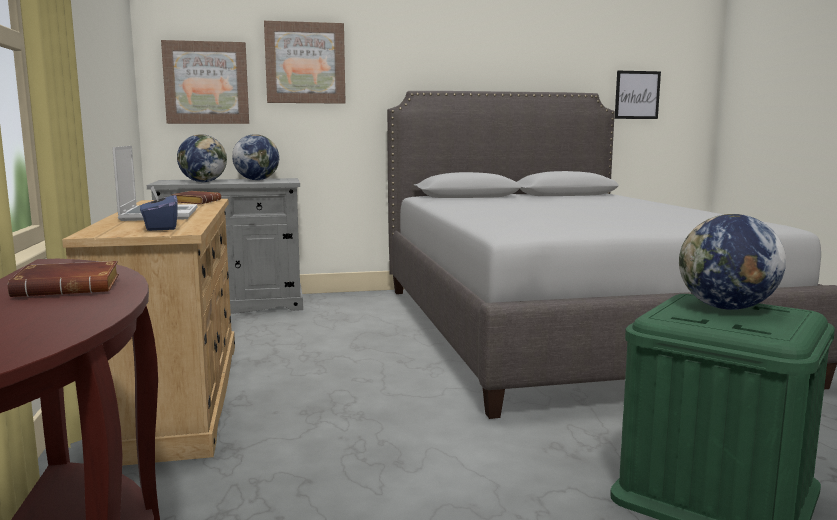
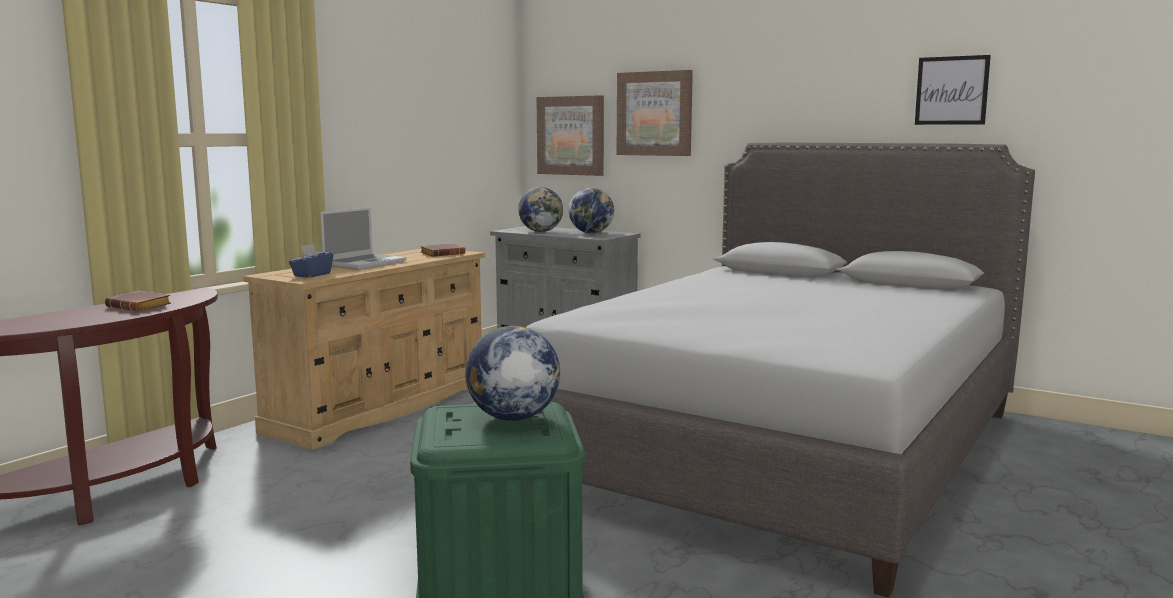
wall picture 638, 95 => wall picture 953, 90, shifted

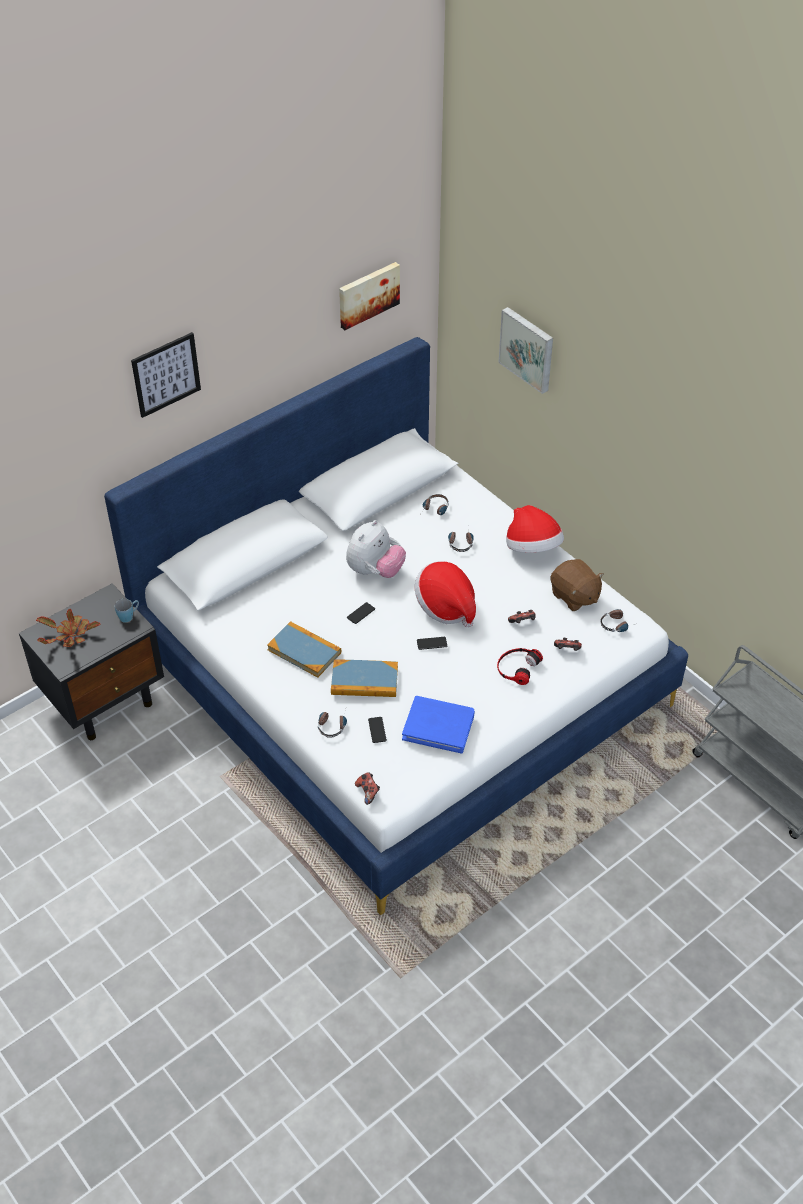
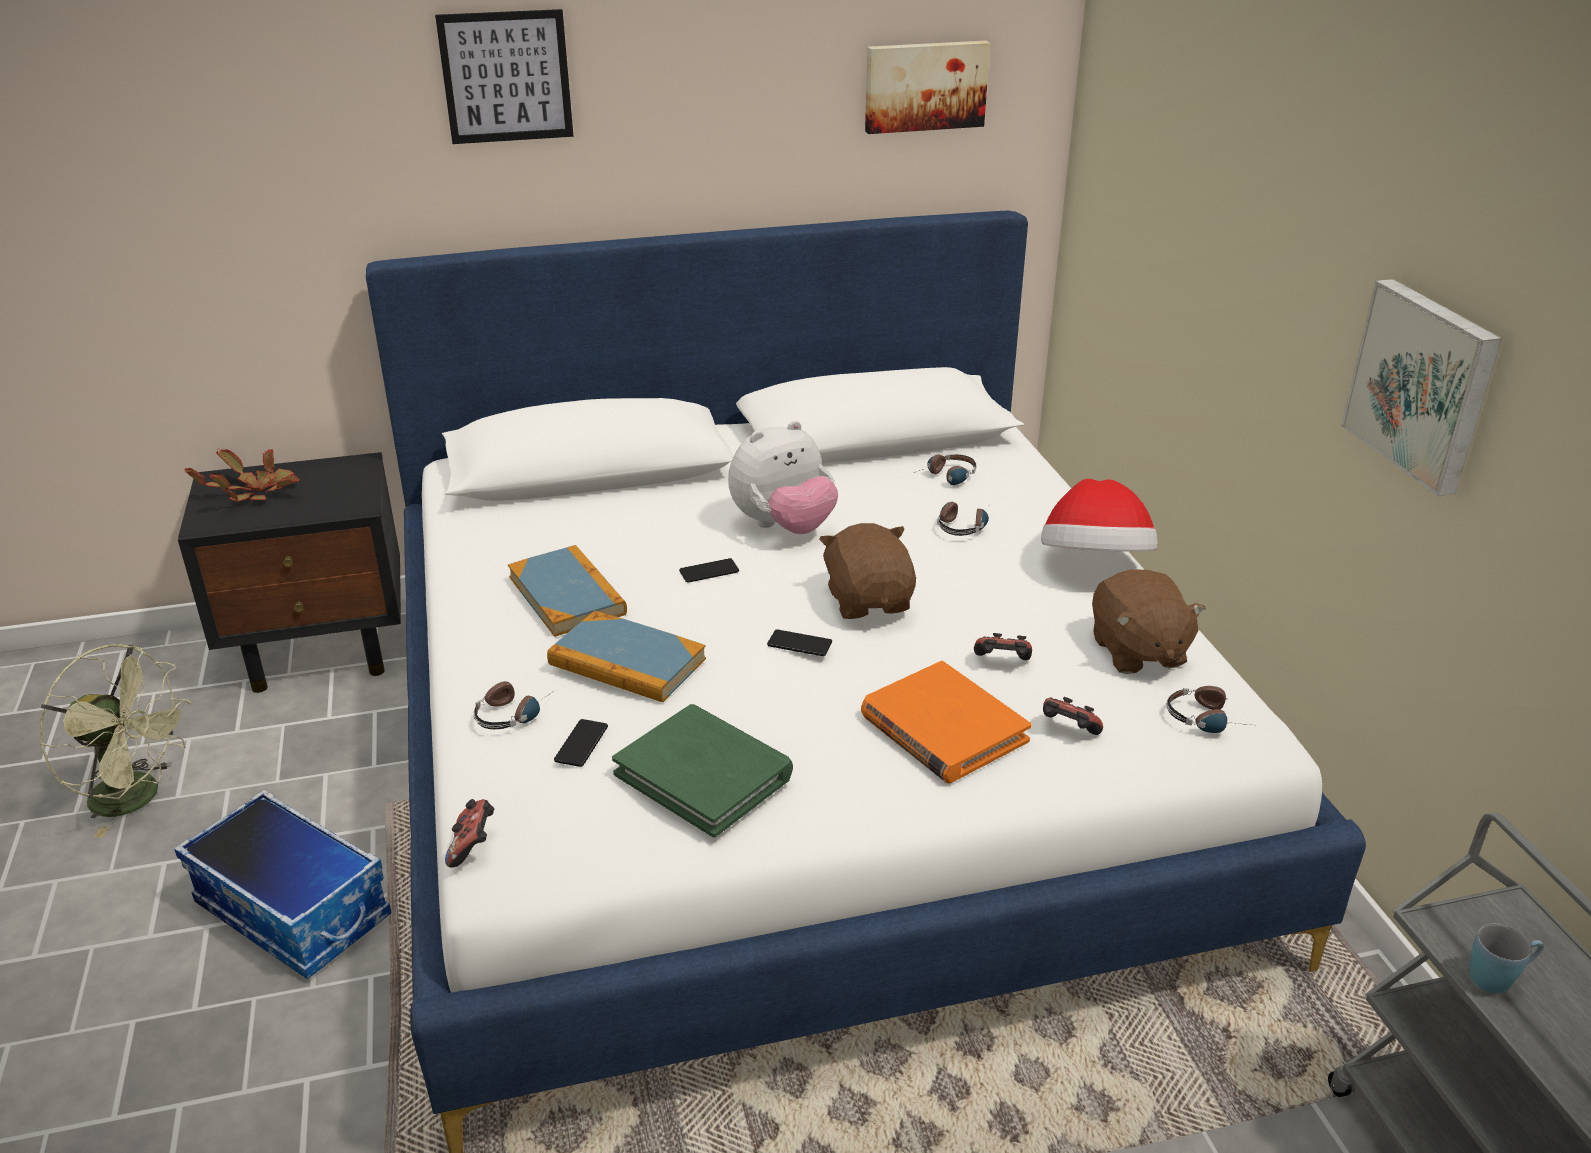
nothing => greenish cooling fan 116, 741
nothing => storage bin 282, 884
blue volume 438, 725 => greenish volume 702, 771
wearable hat 445, 594 => brown-coloured plush toy 867, 571
pair of headphones 520, 666 => orangey volume 946, 722
wall picture 526, 350 => wall picture 1421, 387, shifted
blue tea mug 127, 611 => blue tea mug 1507, 959, shifted

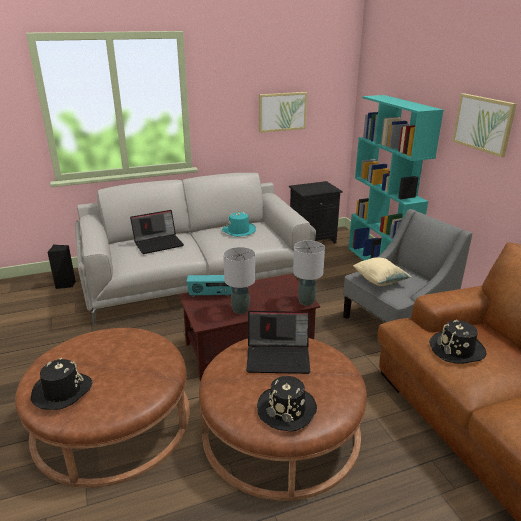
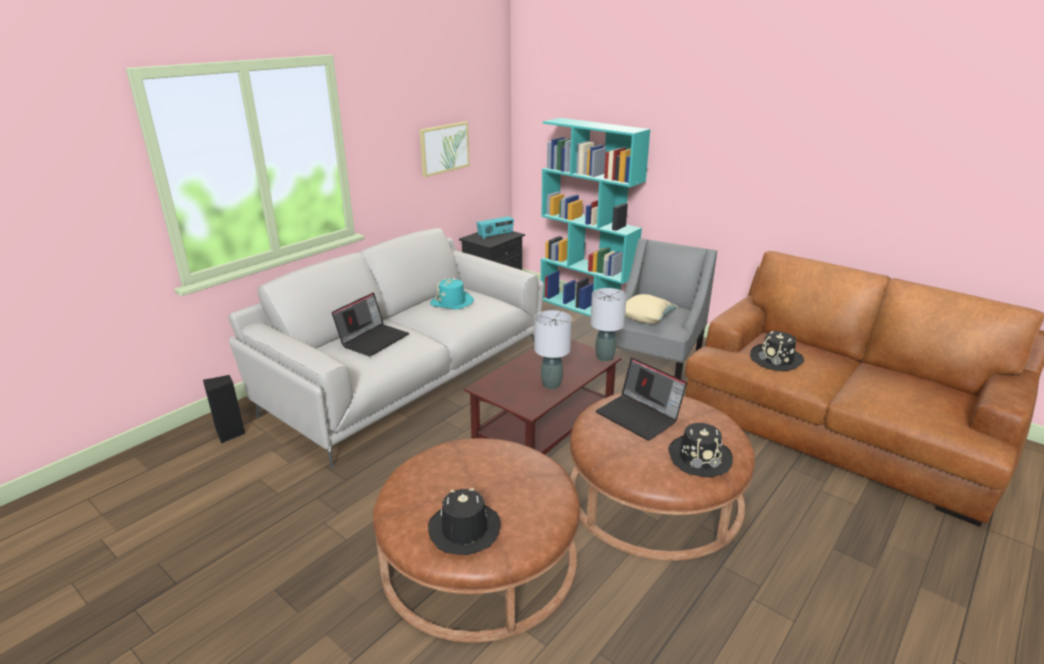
radio set 209, 286 => radio set 495, 227, shifted
notebook computer 278, 342 => notebook computer 641, 399, 75 degrees clockwise
wall picture 484, 125 => nothing

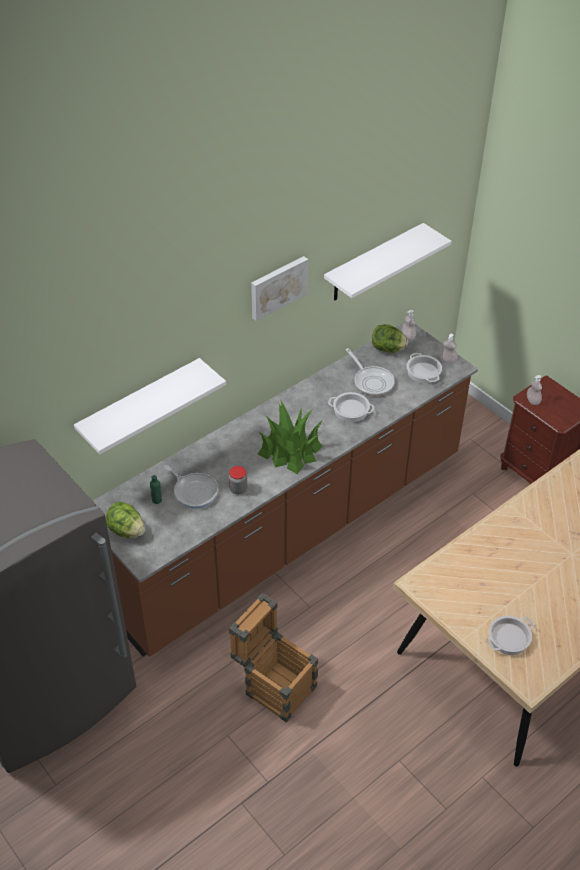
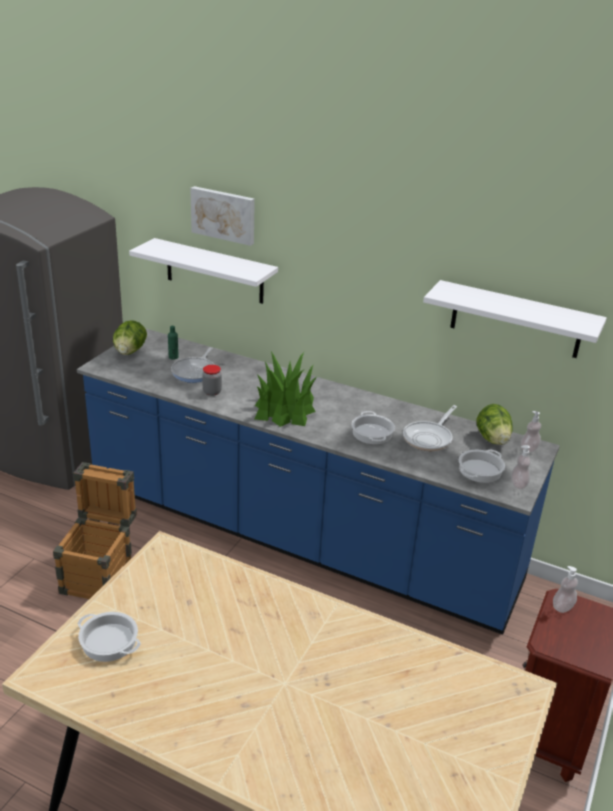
brown-coloured counter 285, 489 => blue counter 318, 481
wall picture 279, 288 => wall picture 222, 216, shifted

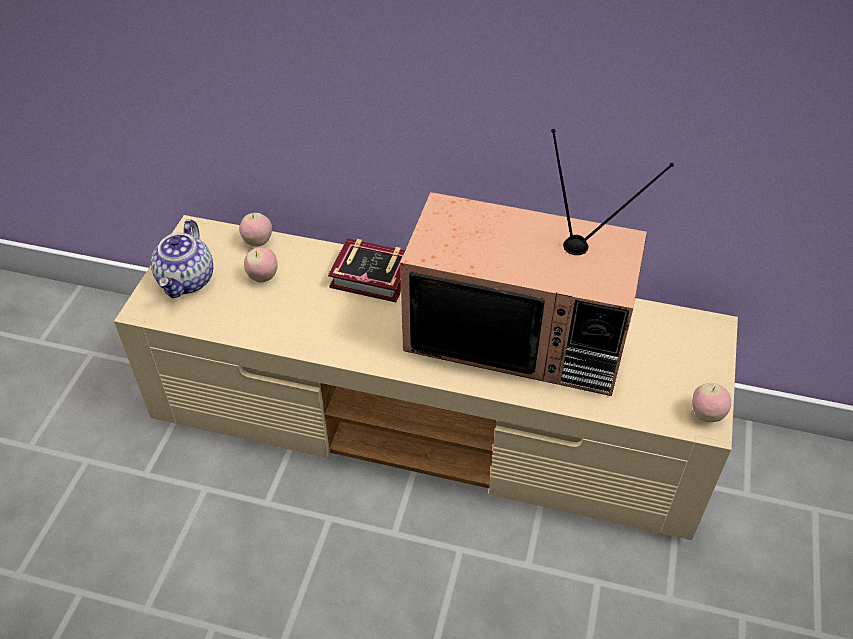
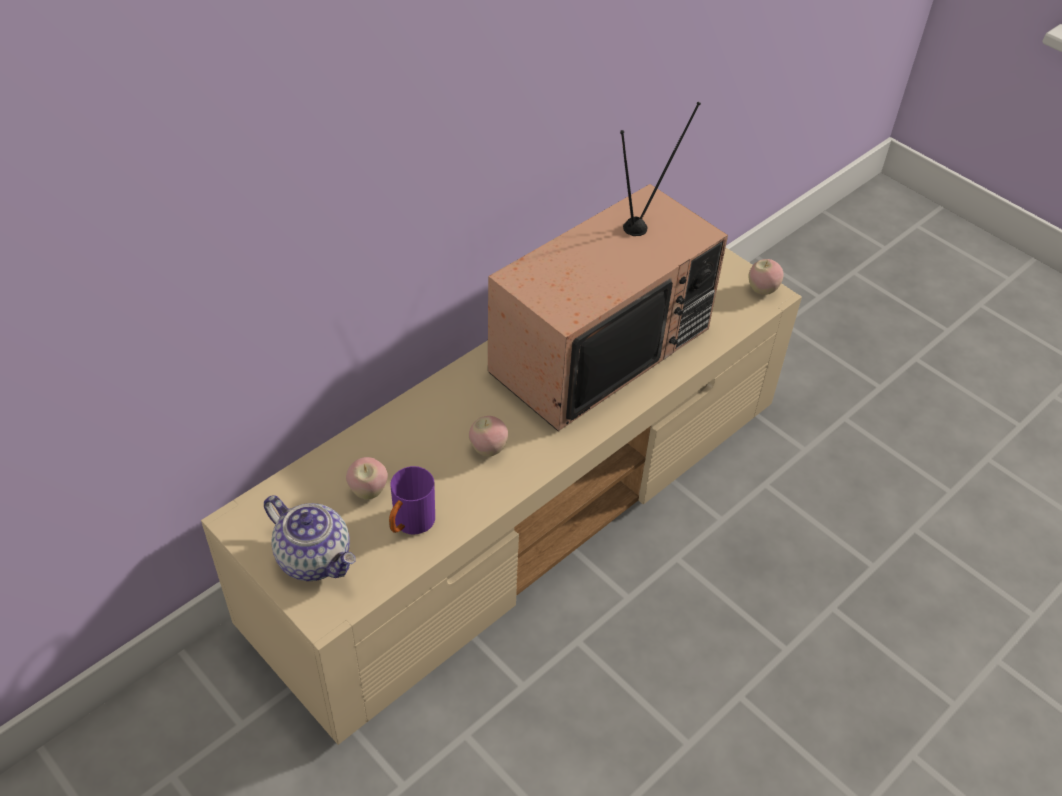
nothing => purple tea mug 412, 500
apple fruit 255, 230 => apple fruit 488, 436, shifted
volume 366, 270 => nothing

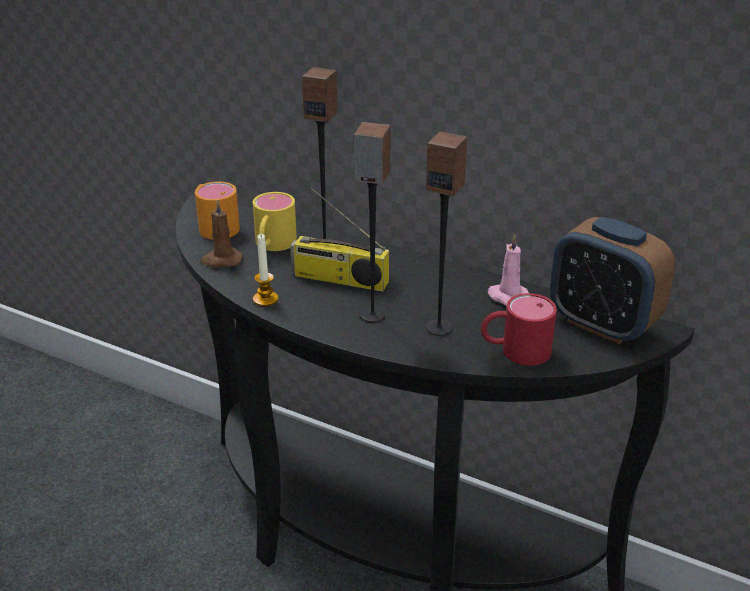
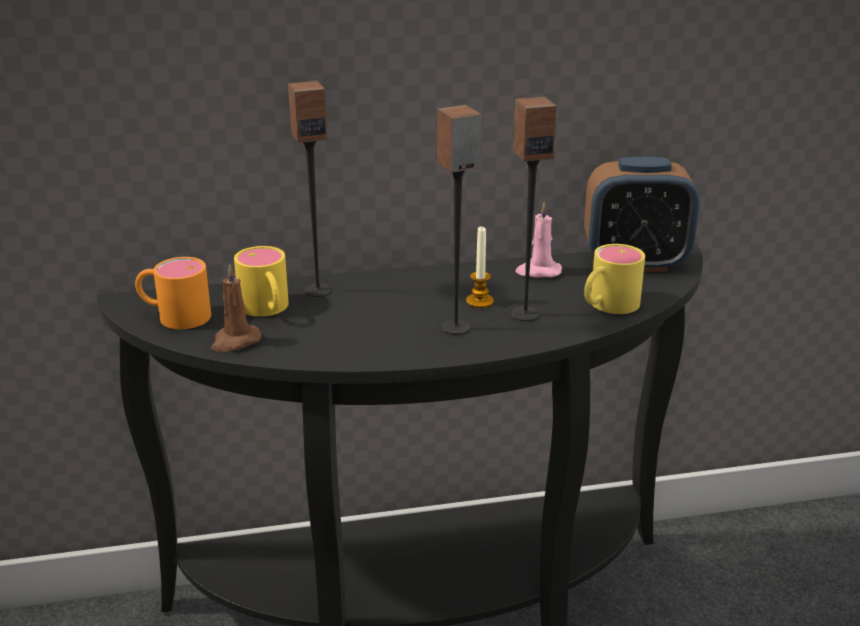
candle 265, 270 => candle 480, 267, shifted
reddish tea mug 519, 329 => yellow-coloured tea mug 614, 279
radio set 339, 239 => nothing

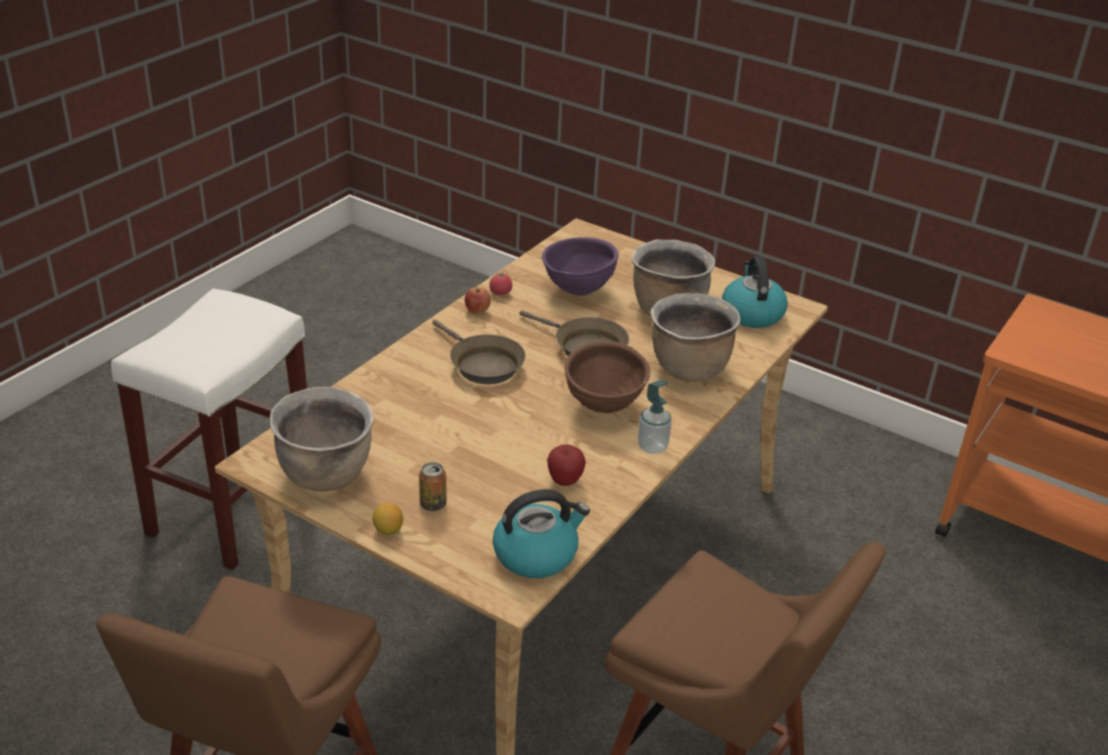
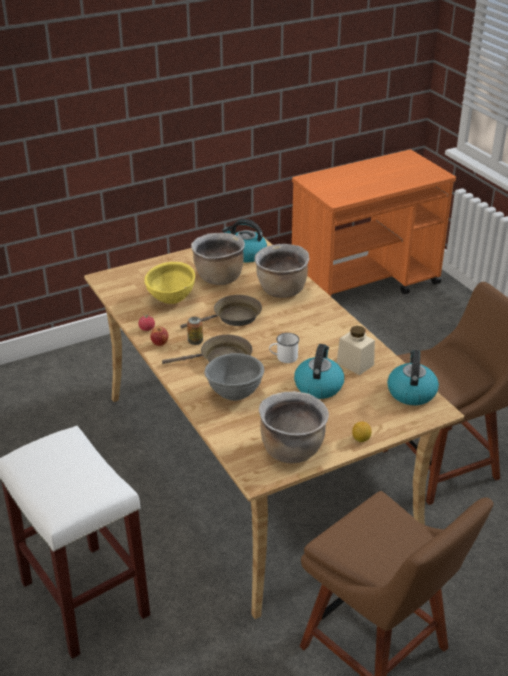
purple bowl 580, 266 => yellow-coloured bowl 169, 283
can 433, 486 => can 195, 331, shifted
nothing => greyish bowl 234, 377
nothing => white tea mug 284, 348
nothing => tea kettle 319, 371
apple fruit 566, 465 => sand-coloured jar 356, 350
brown-coloured bowl 607, 377 => nothing
soap bottle 655, 417 => nothing

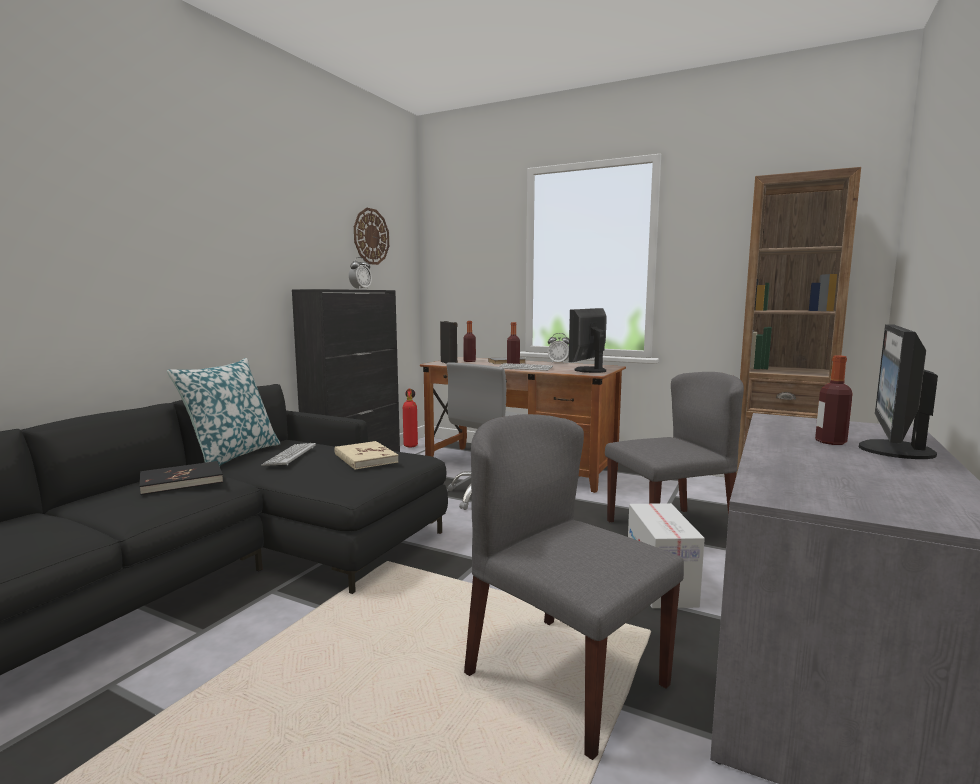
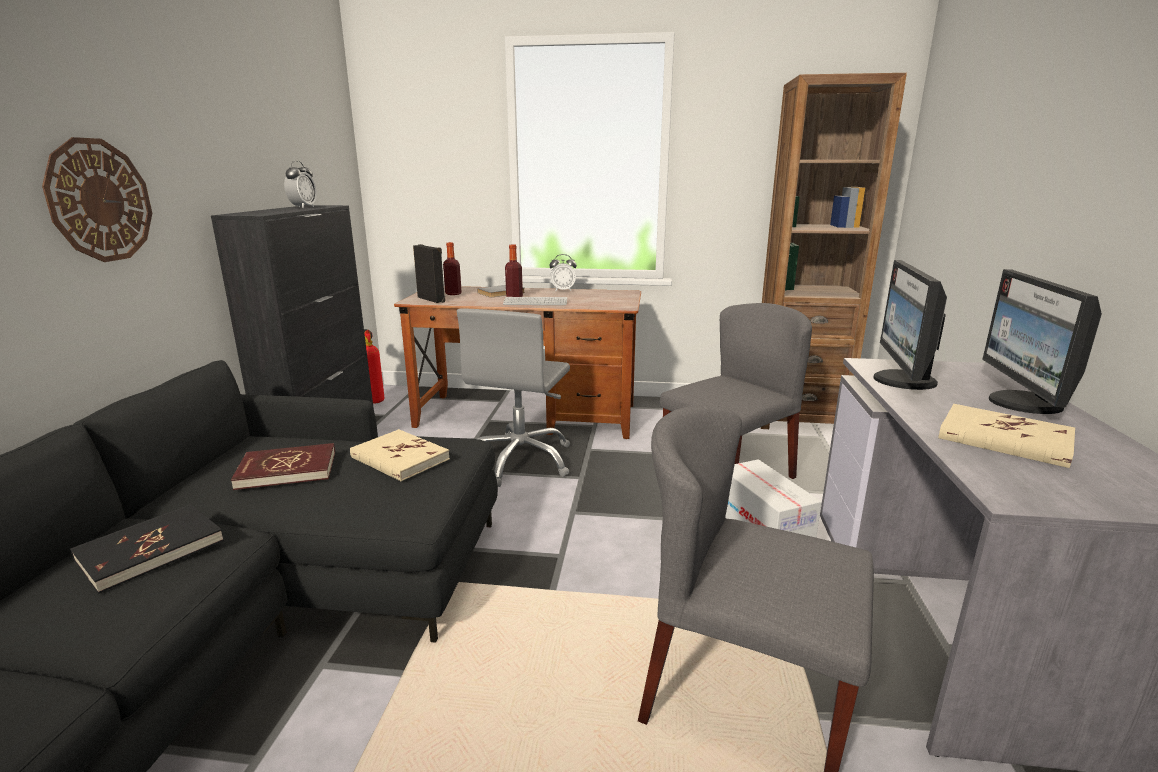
clock on the wall 371, 236 => clock on the wall 97, 199, shifted
keyboard 289, 454 => reddish volume 283, 466
computer display 588, 340 => computer display 910, 325, shifted
nothing => sand-coloured volume 1006, 436
cushion 223, 412 => nothing
bottle 834, 400 => nothing

